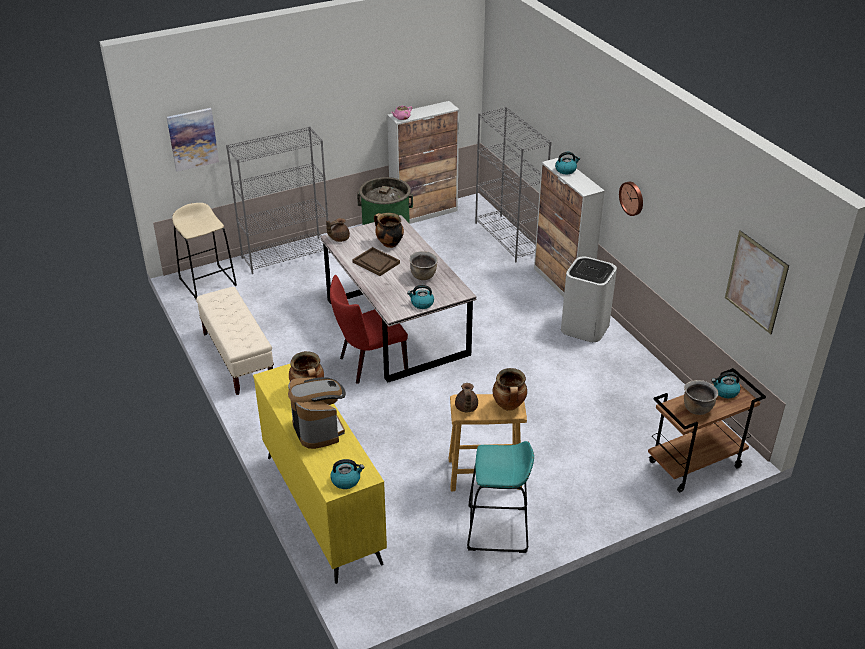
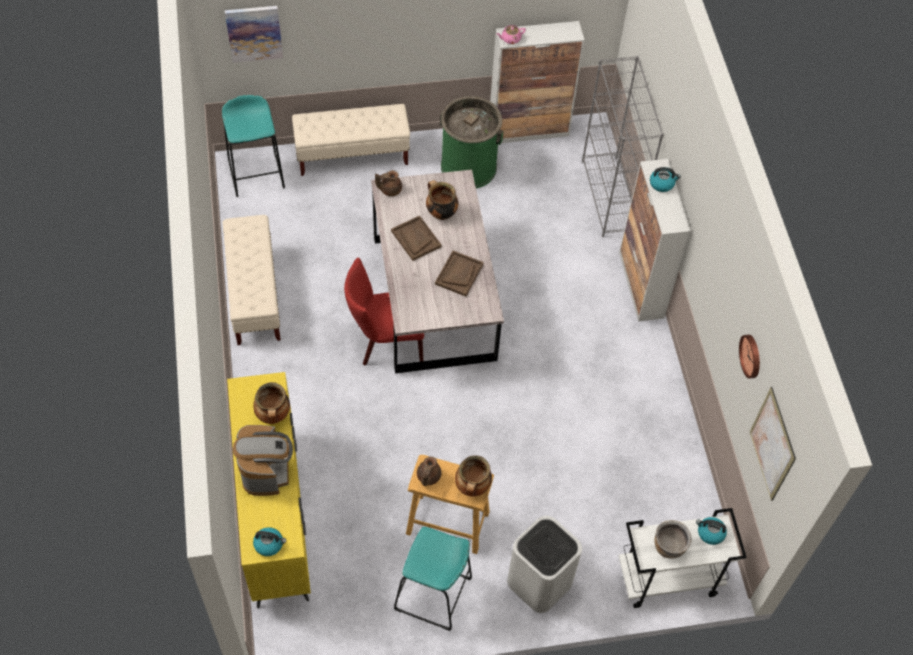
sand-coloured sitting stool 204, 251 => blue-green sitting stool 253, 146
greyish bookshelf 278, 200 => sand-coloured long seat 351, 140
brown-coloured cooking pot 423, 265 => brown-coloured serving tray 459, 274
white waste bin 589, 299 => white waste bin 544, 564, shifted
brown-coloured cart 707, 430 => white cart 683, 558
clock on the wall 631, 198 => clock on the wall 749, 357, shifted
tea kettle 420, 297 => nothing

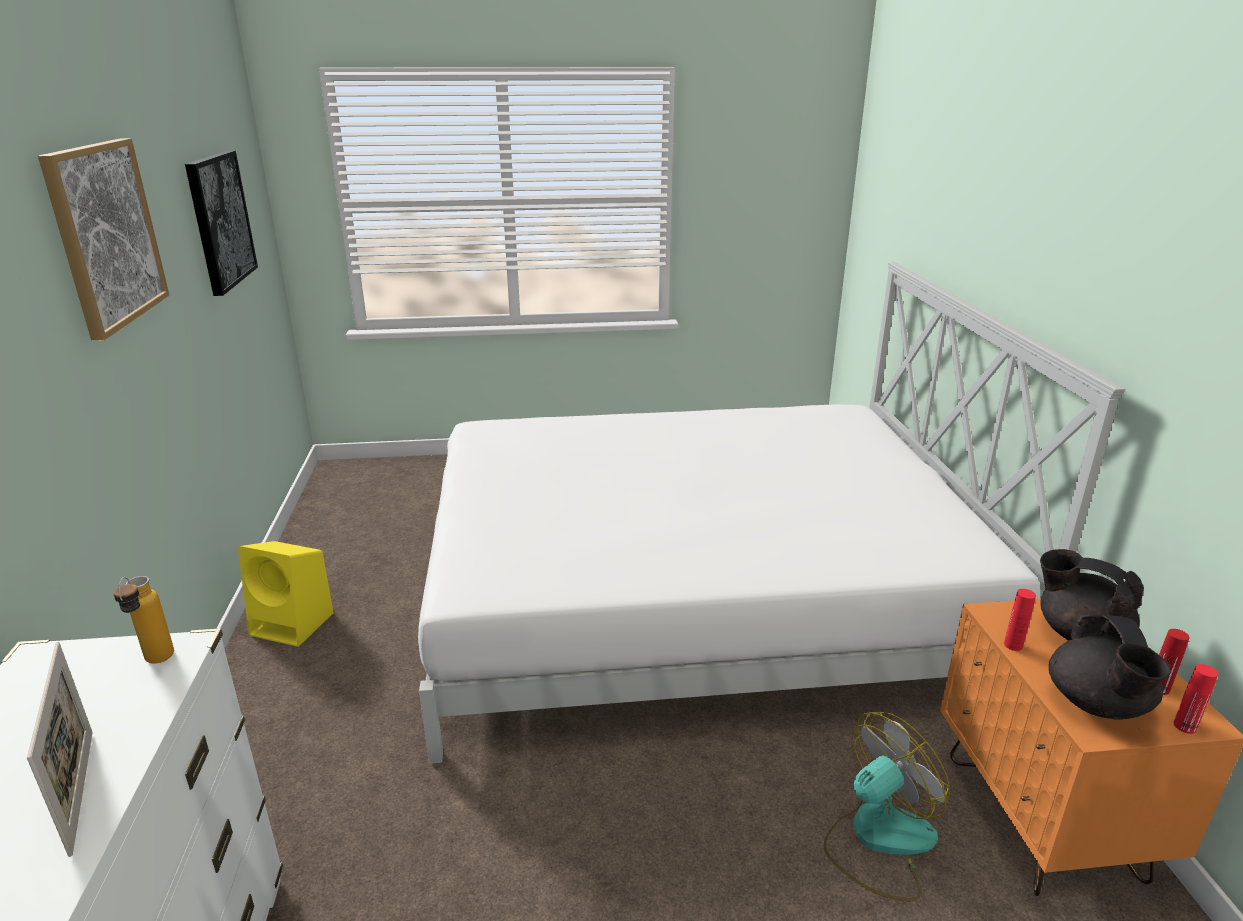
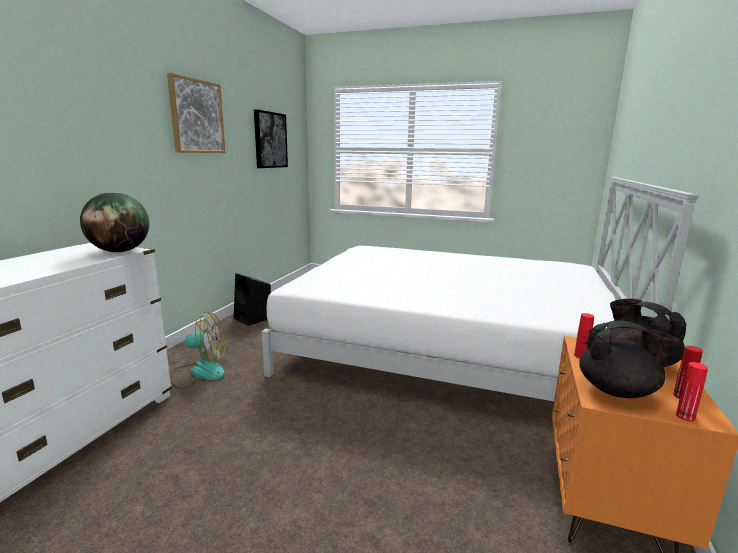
bottle 143, 620 => globe 114, 222
cooling fan 886, 807 => cooling fan 197, 350, shifted
yellow-coloured loudspeaker 286, 594 => black loudspeaker 252, 299
black teapot 1110, 666 => black teapot 629, 359, 105 degrees counterclockwise
photo frame 60, 749 => nothing

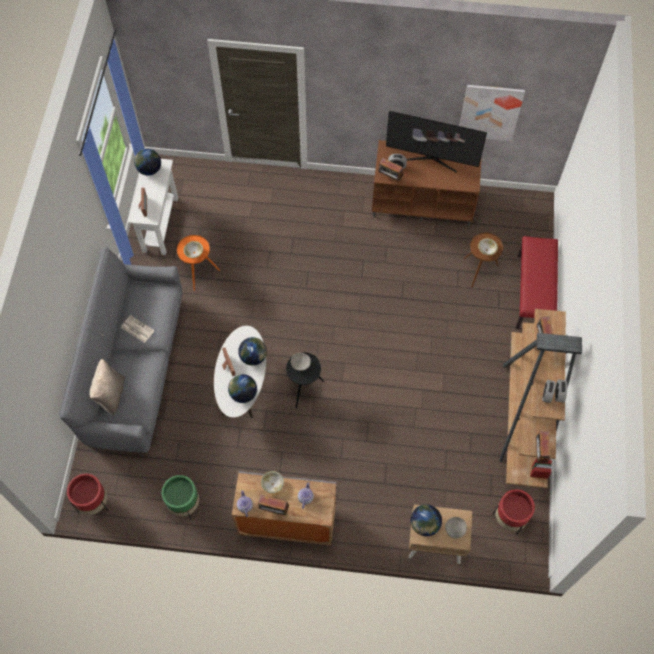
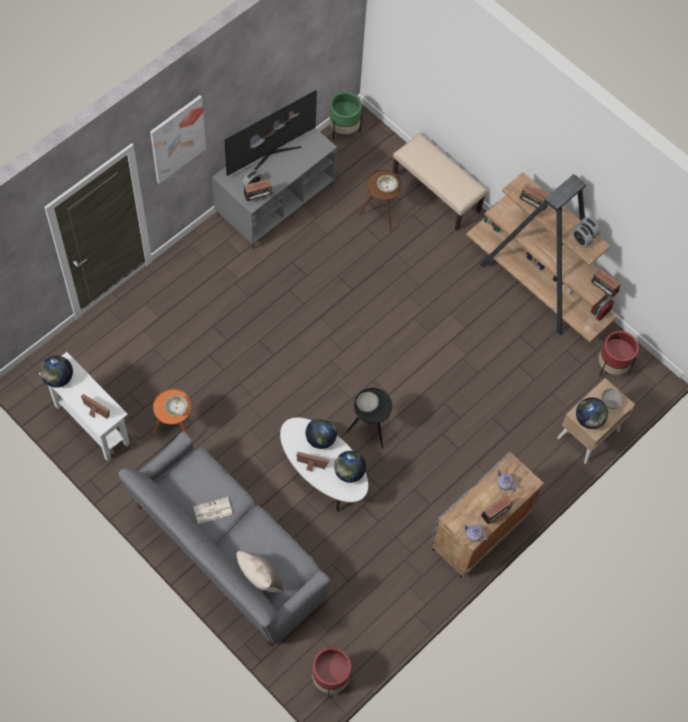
wall picture 492, 113 => wall picture 178, 139, shifted
brown-coloured media console 427, 183 => greyish media console 274, 188
greenish plant pot 180, 497 => greenish plant pot 345, 115, shifted
reddish long seat 537, 282 => sand-coloured long seat 440, 182
bowl 272, 482 => nothing

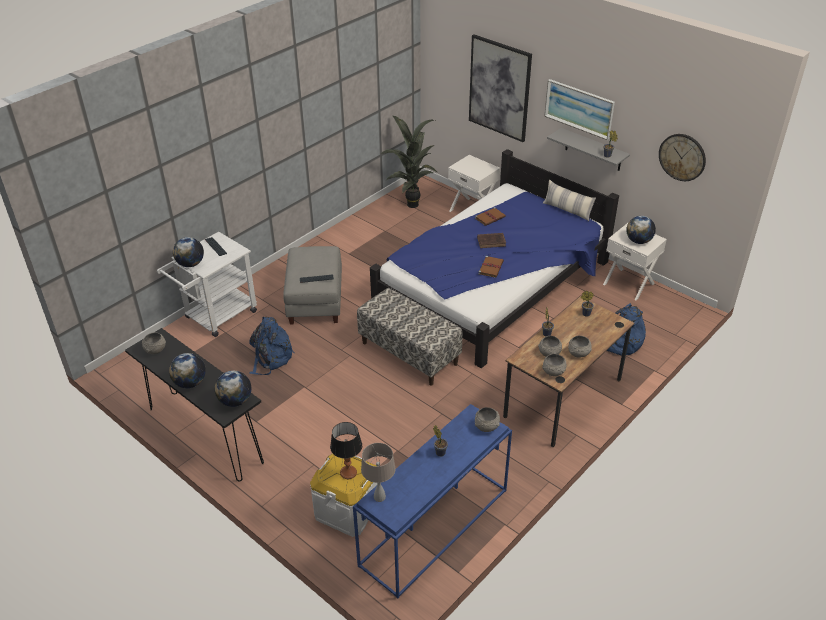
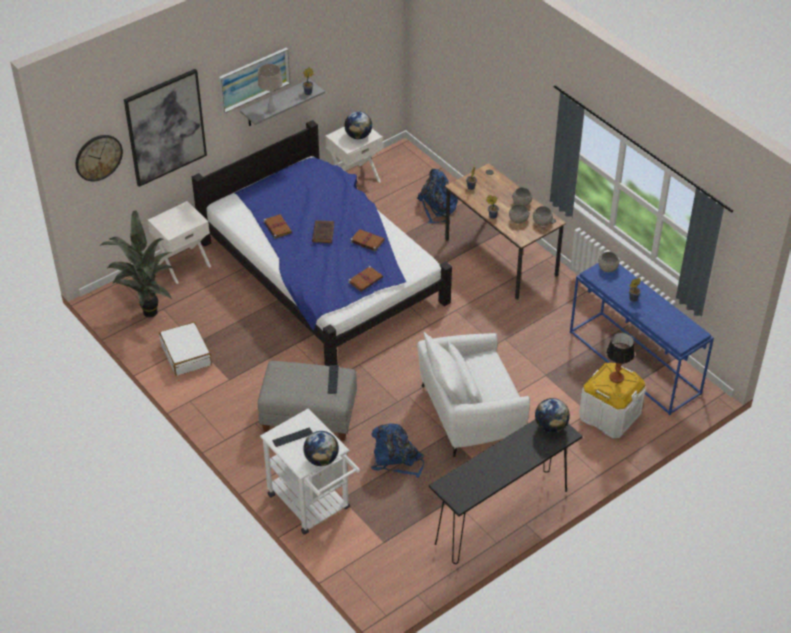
clock on the wall 682, 157 => clock on the wall 99, 158, shifted
nothing => white travel case 185, 349
sand-coloured tabletop lamp 378, 472 => sand-coloured tabletop lamp 270, 88, shifted
nothing => brown-coloured volume 365, 279
nothing => white lounge chair 473, 395
greyish bowl 154, 343 => nothing
globe 187, 370 => nothing
long seat 410, 337 => nothing
cushion 569, 200 => nothing

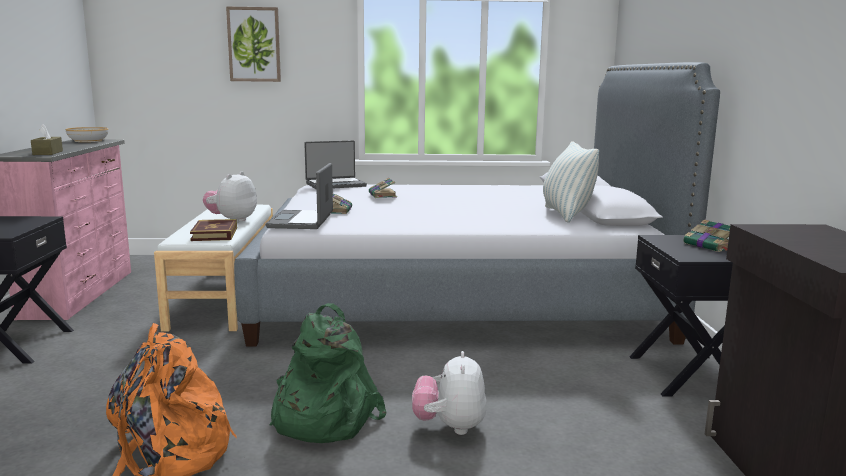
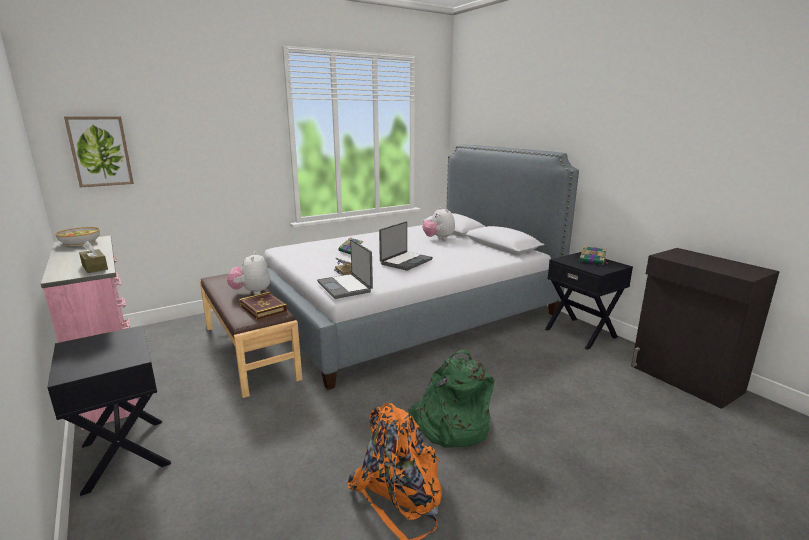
wall picture 253, 44 => wall picture 99, 152, shifted
white long seat 213, 268 => brown-coloured long seat 251, 335
notebook computer 335, 164 => notebook computer 406, 246, shifted
plush toy 449, 393 => plush toy 439, 223, shifted
cushion 571, 182 => nothing

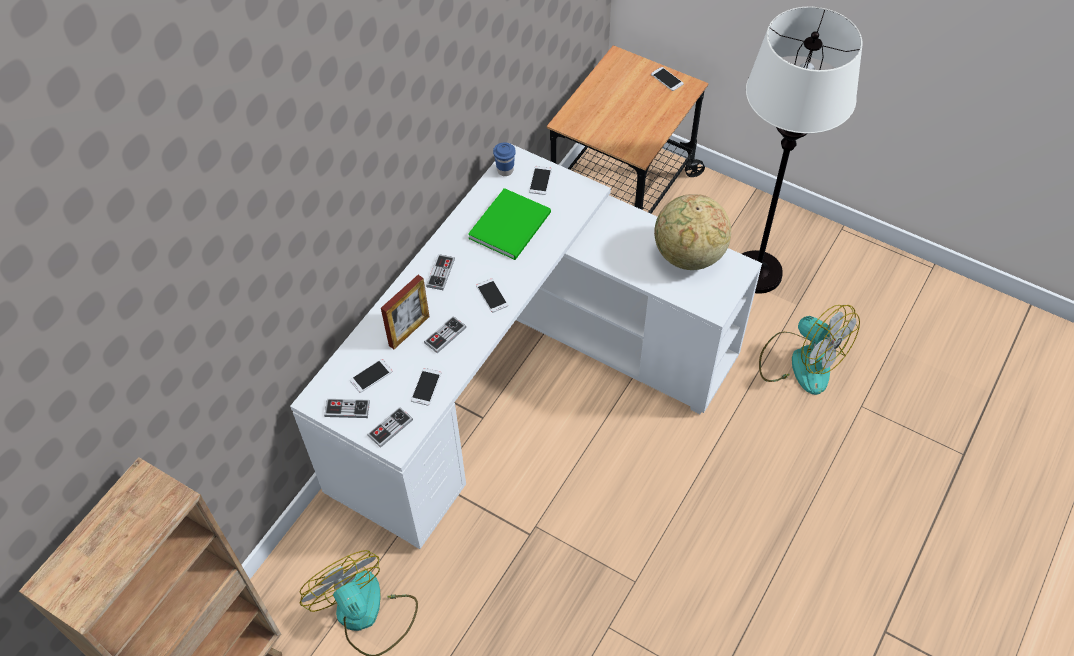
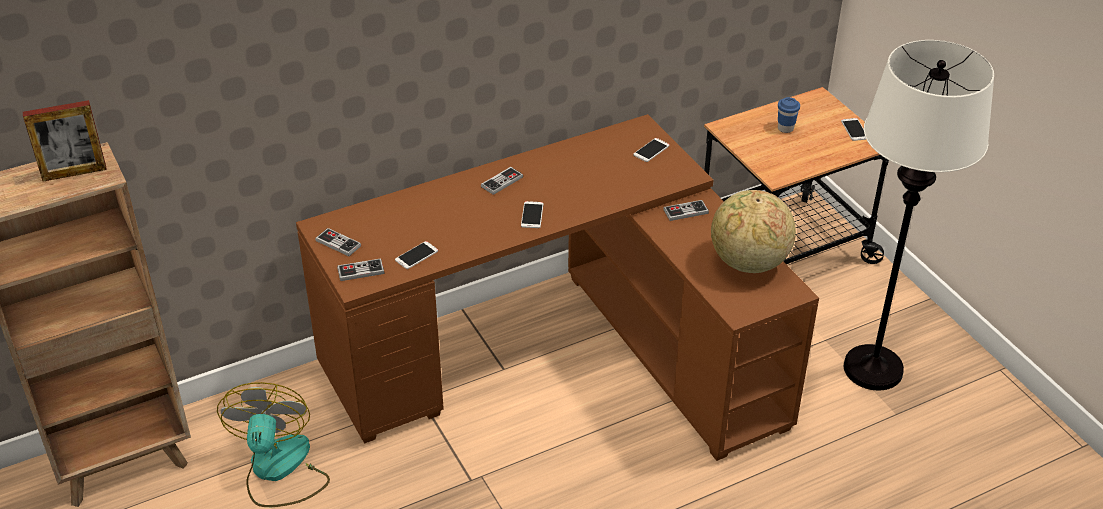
photo frame 405, 312 => photo frame 65, 141, shifted
white desk unit 526, 346 => brown-coloured desk unit 557, 287
joypad 445, 334 => joypad 686, 210, shifted
blue drinking cup 504, 159 => blue drinking cup 789, 115, shifted
handset 371, 376 => nothing
greenish volume 509, 224 => nothing
cooling fan 809, 350 => nothing

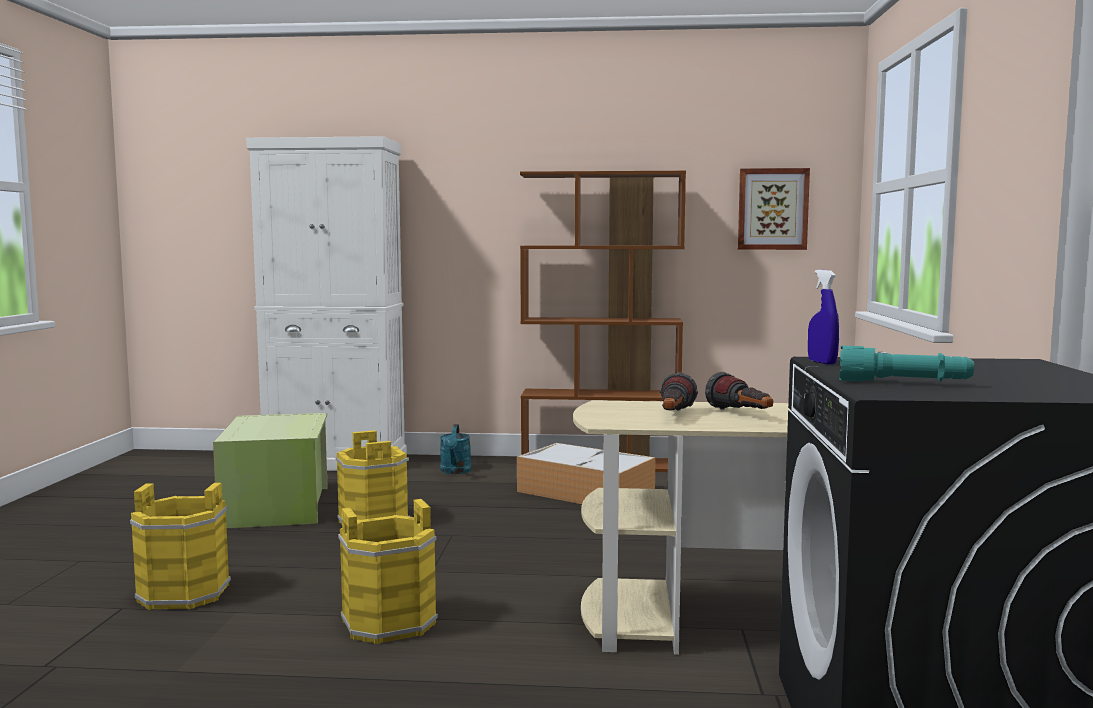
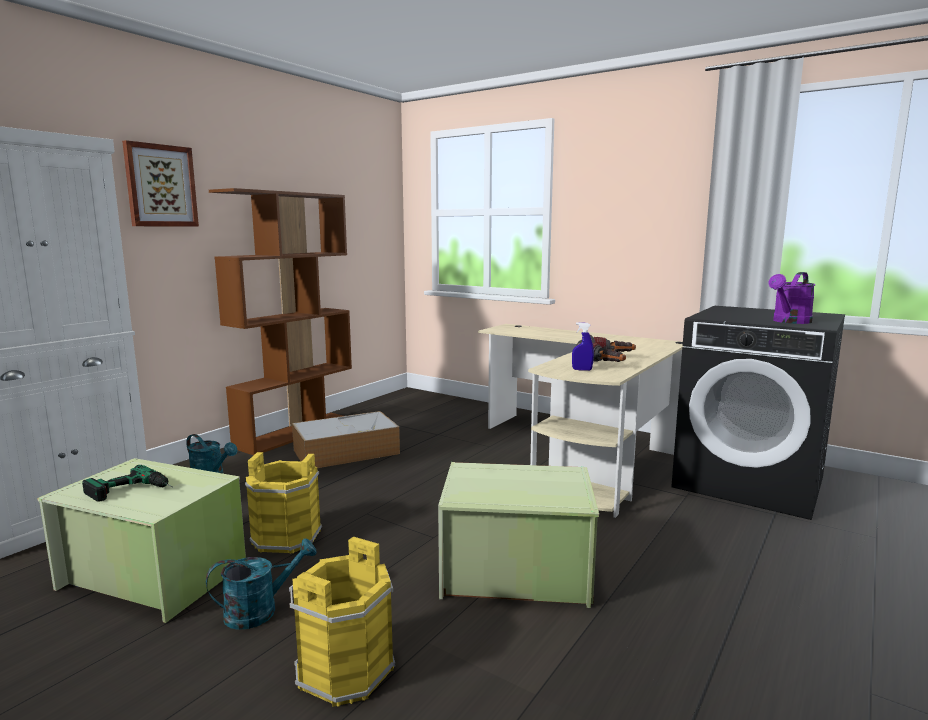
nothing => electric drill 127, 483
wall picture 774, 209 => wall picture 160, 183, shifted
nothing => blue-green watering pot 261, 584
yellow-coloured water bucket 388, 571 => greenish storage bin 518, 535
blue spray bottle 823, 317 => blue spray bottle 583, 346, shifted
blue-green flashlight 906, 363 => purple watering pot 792, 298

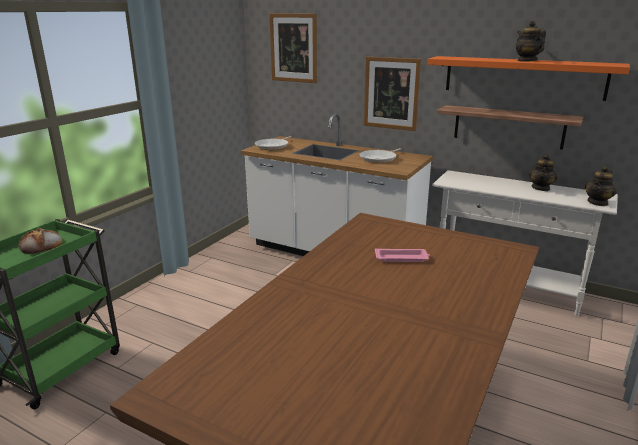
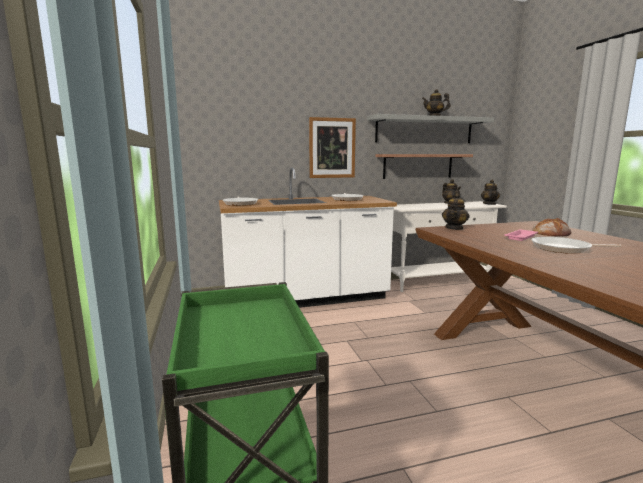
orangey bracket shelf 528, 78 => greyish bracket shelf 430, 128
nothing => teapot 456, 211
nothing => pan 576, 245
bakery bread 40, 241 => bakery bread 551, 227, shifted
wall picture 293, 48 => nothing

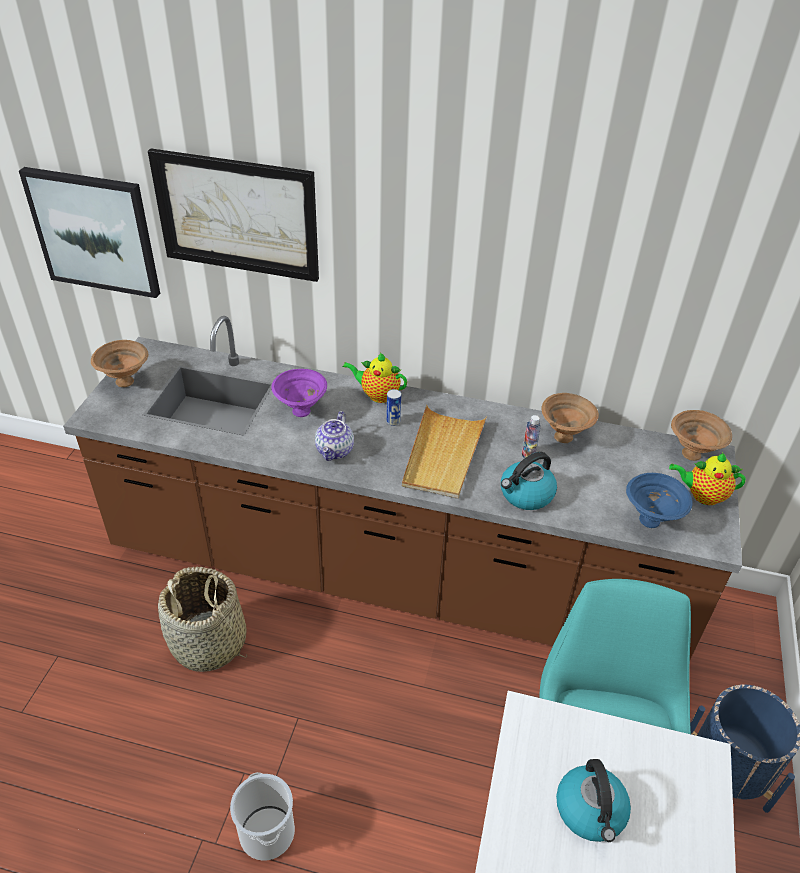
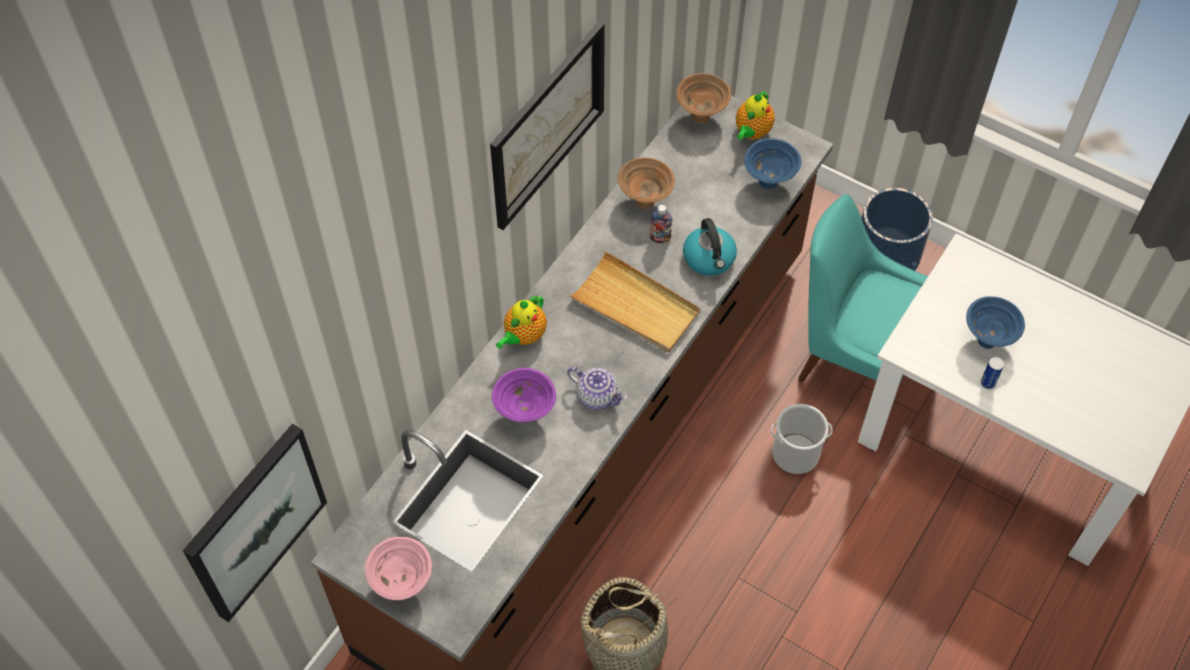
brown-coloured bowl 120, 363 => pink-coloured bowl 398, 568
wall picture 233, 215 => wall picture 547, 125, shifted
water bucket 262, 816 => water bucket 802, 439, shifted
tea kettle 593, 800 => blue bowl 995, 322
can 393, 407 => can 992, 373, shifted

